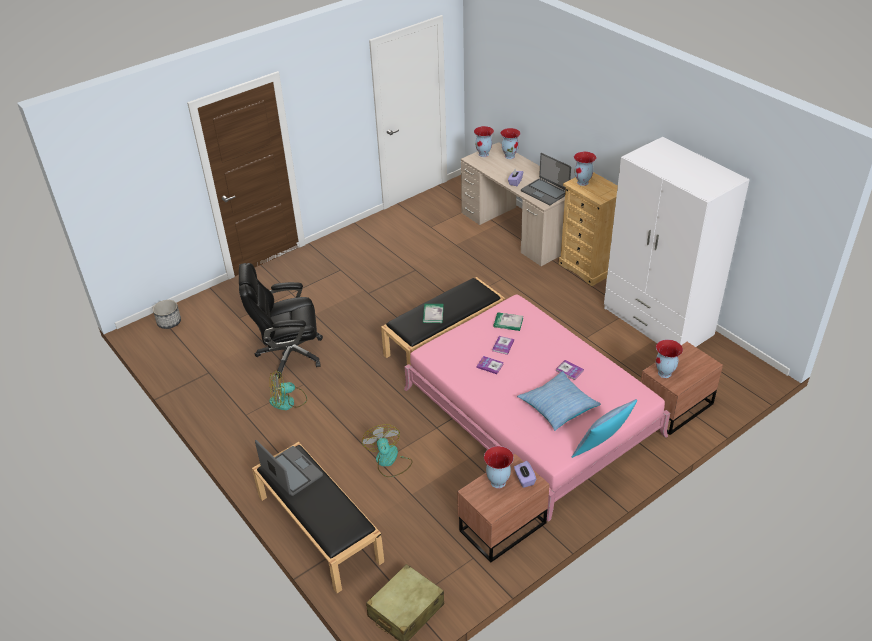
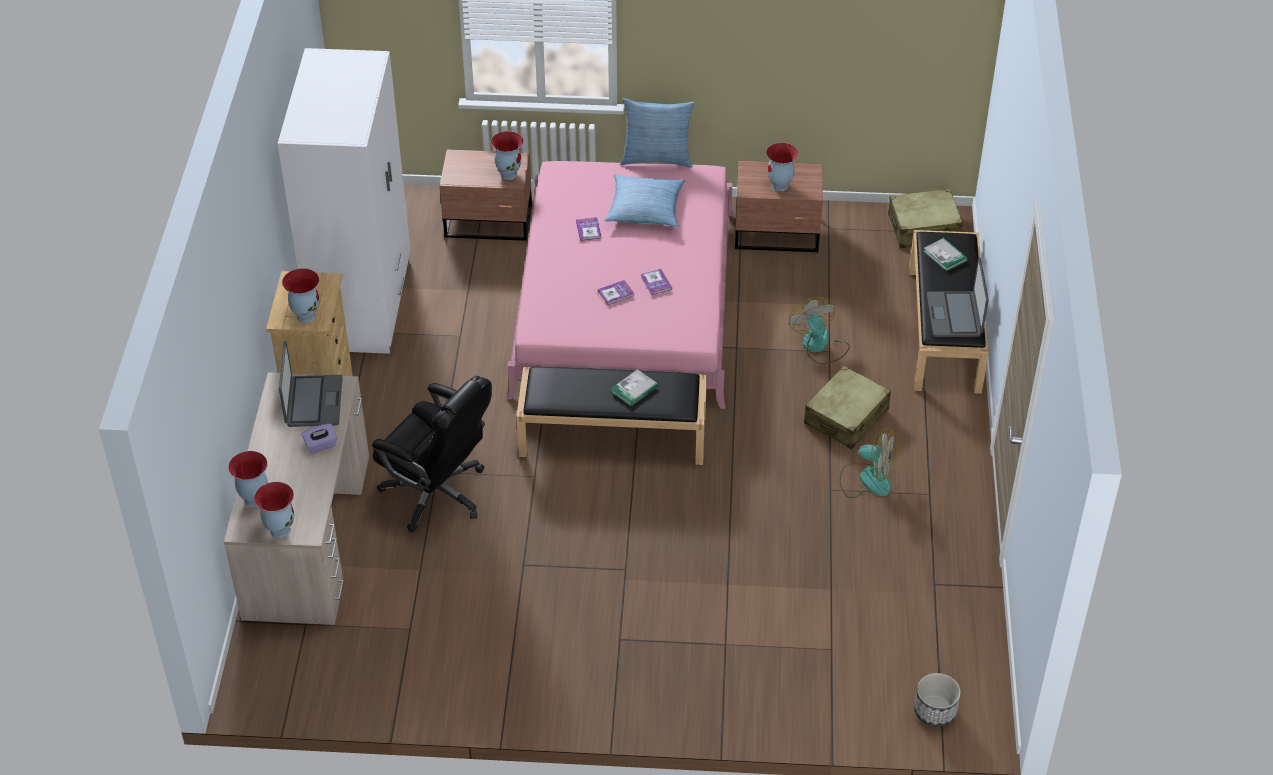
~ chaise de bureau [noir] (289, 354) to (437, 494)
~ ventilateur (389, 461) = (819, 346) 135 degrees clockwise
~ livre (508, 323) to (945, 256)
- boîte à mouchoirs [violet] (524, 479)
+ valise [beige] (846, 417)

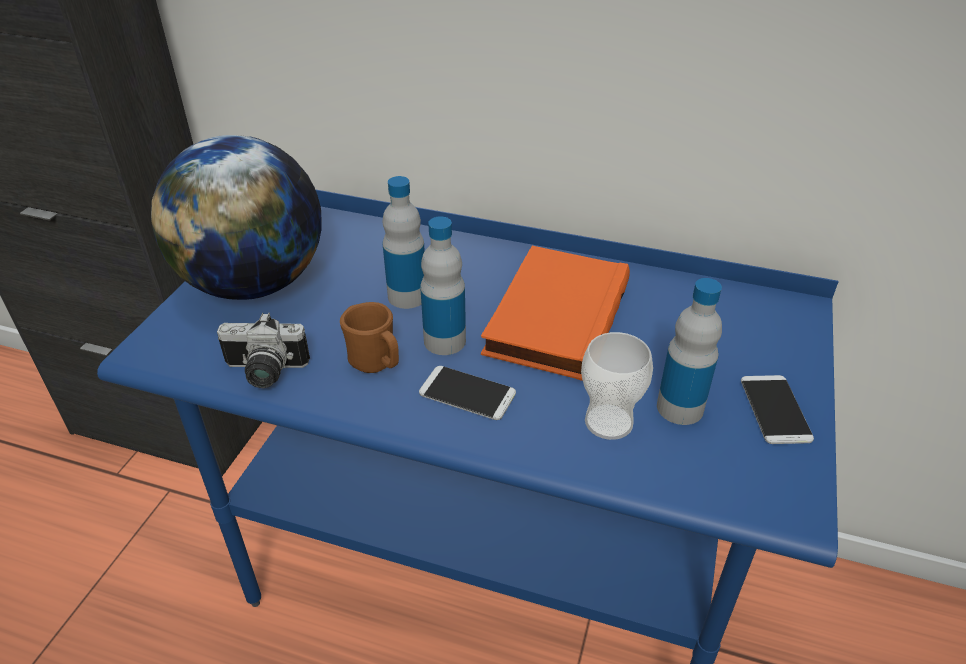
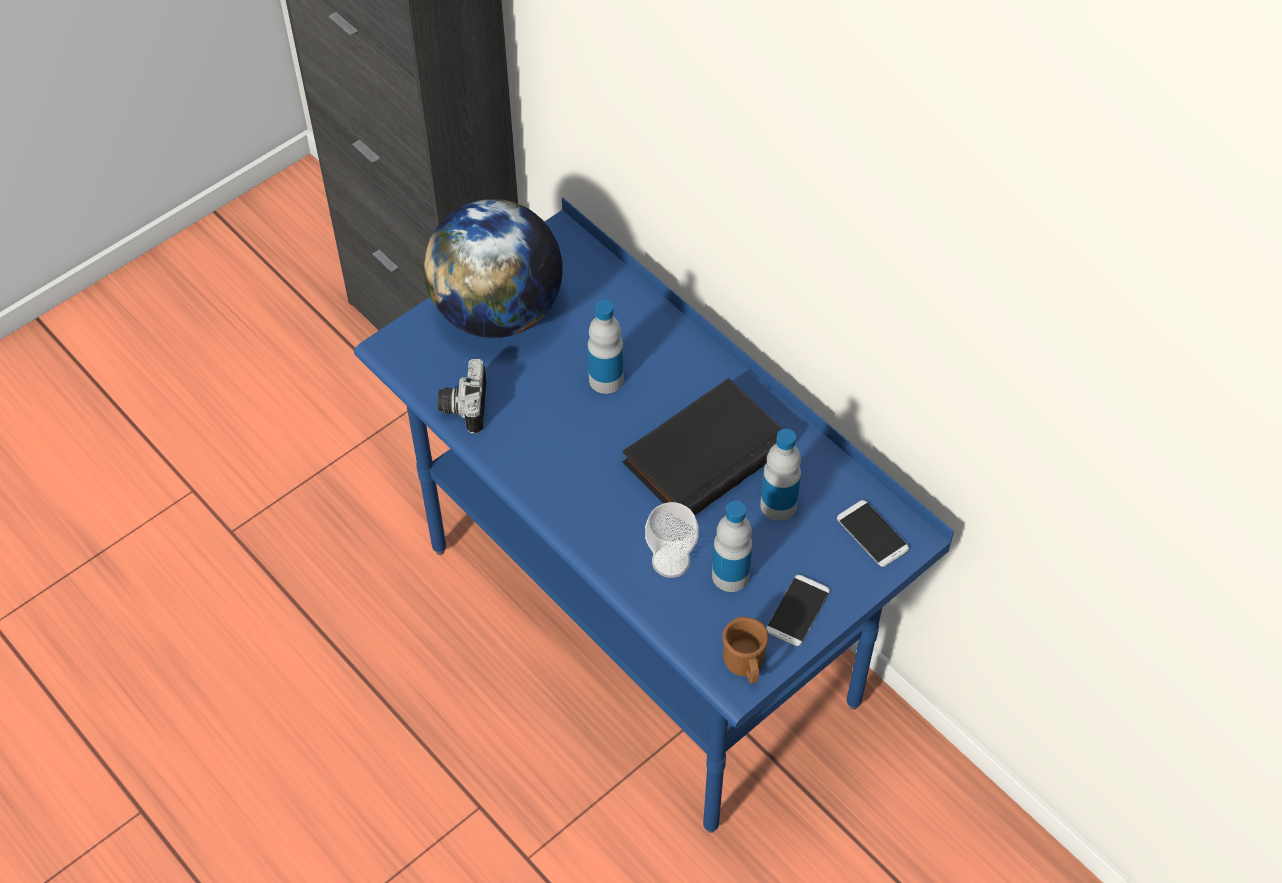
~ appareil photo (264, 373) = (463, 406) 60 degrees clockwise
~ mug [marron] (376, 364) to (745, 666)
~ téléphone (467, 393) to (872, 534)
~ bouteille (444, 341) to (778, 505)
~ livre [orange] (554, 316) to livre [noir] (704, 453)

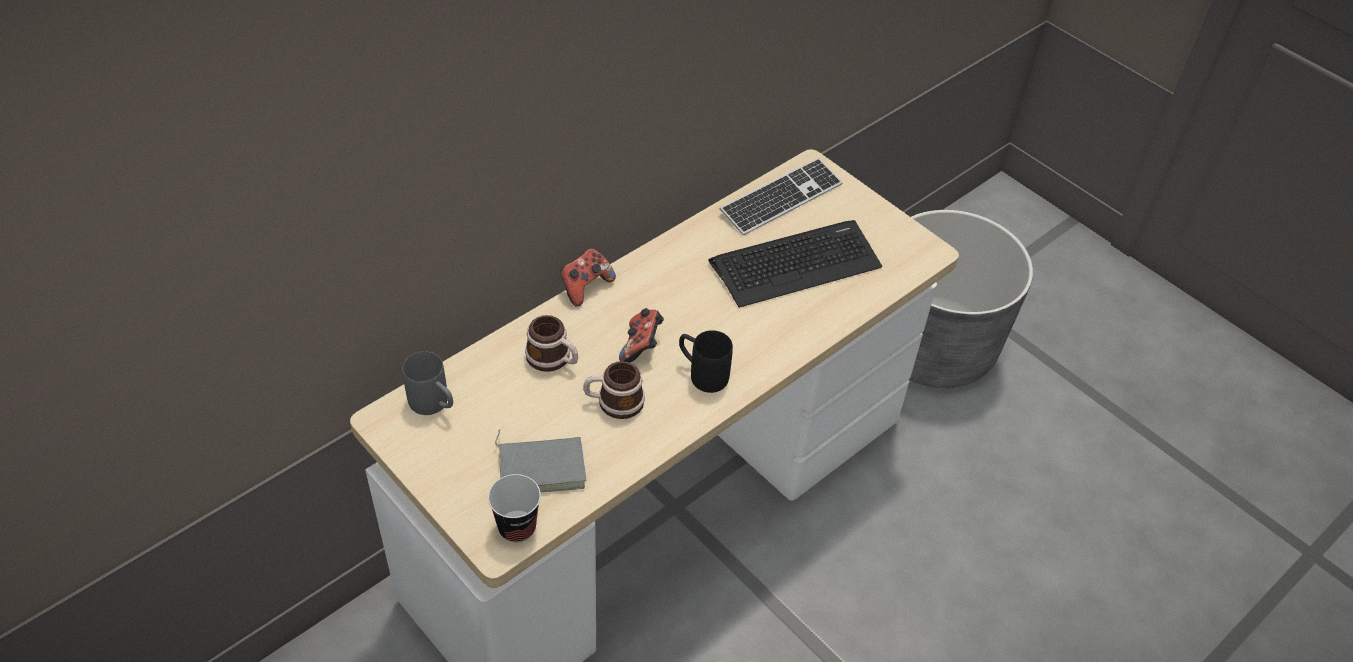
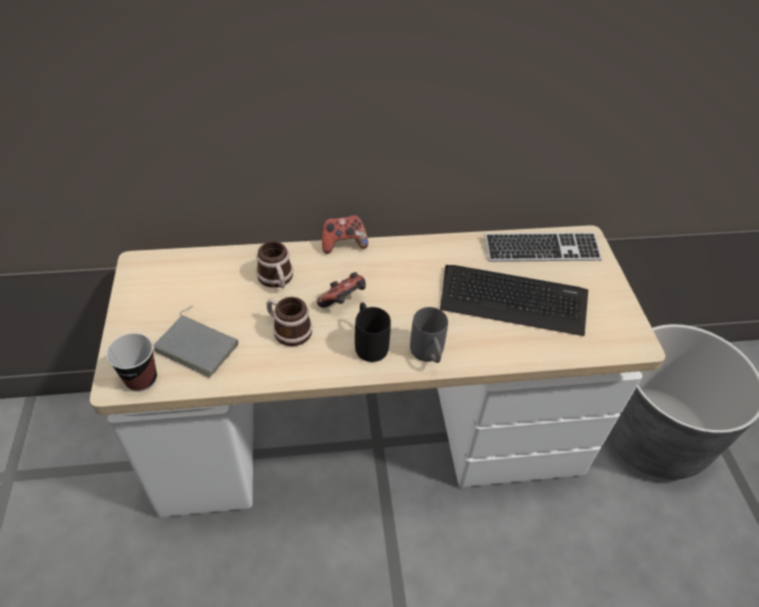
~ mug [gris] (434, 405) to (428, 355)

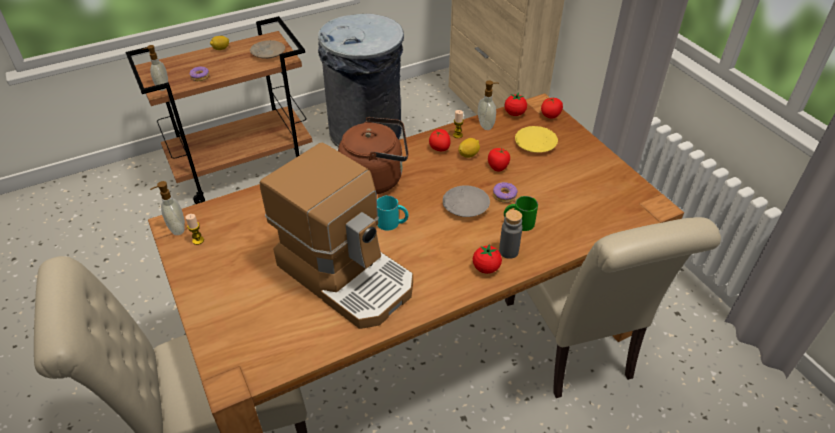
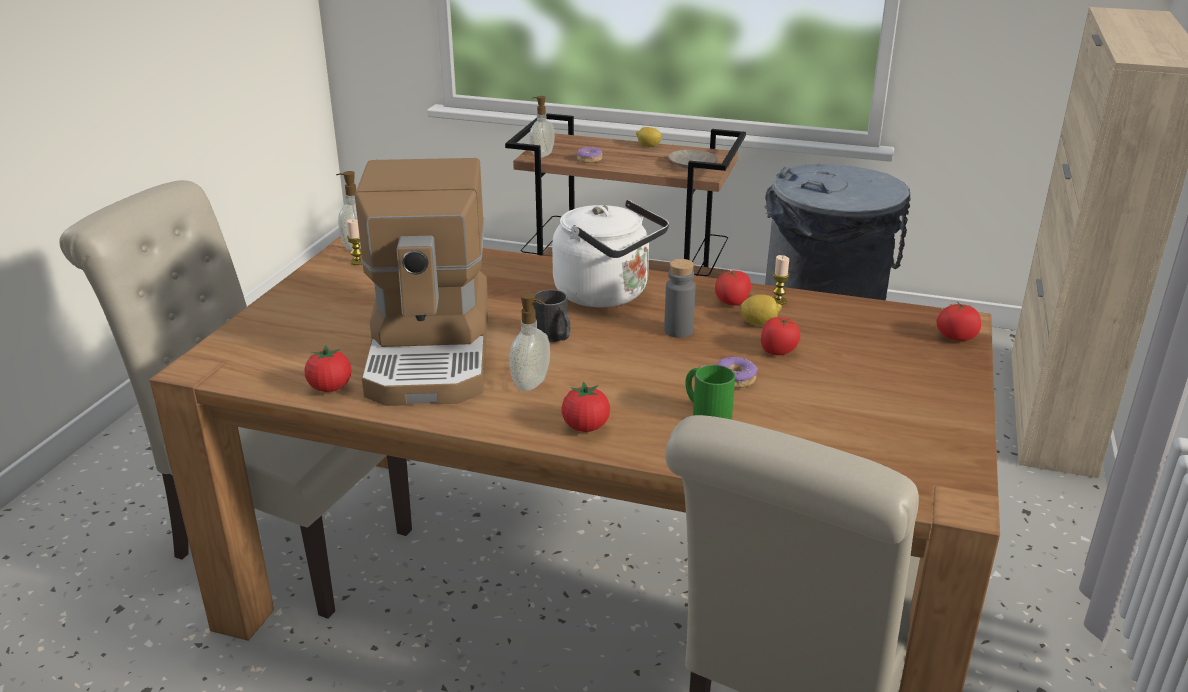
~ bouilloire [marron] (376, 178) to bouilloire [blanc] (607, 294)
~ mug [turquoise] (392, 223) to mug [noir] (555, 337)
- assiette [gris] (465, 206)
~ distributeur de savon (486, 125) to (532, 384)
~ bouteille [gris] (508, 251) to (678, 331)
~ tomate (514, 113) to (330, 388)
- assiette [jaune] (536, 144)

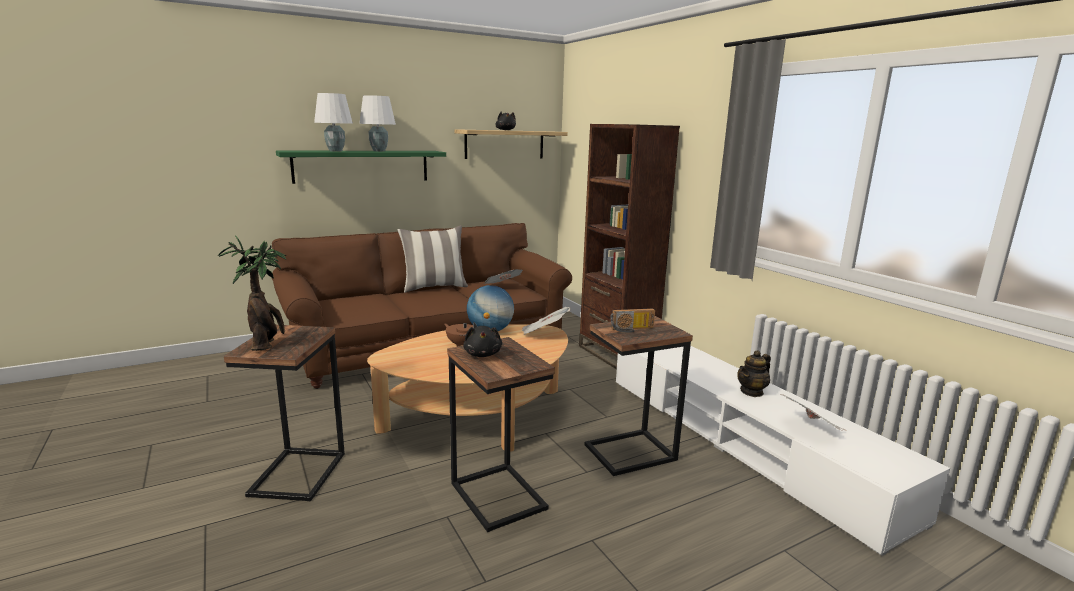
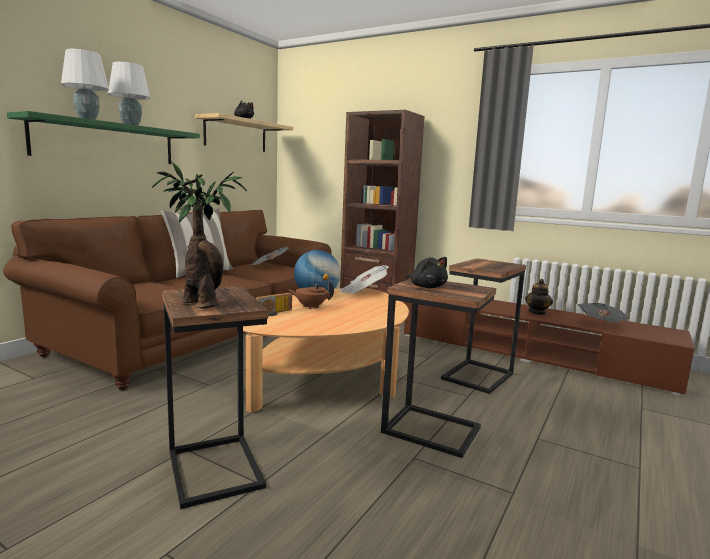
~ radio (632, 330) to (275, 313)
~ meuble télé [blanc] (742, 441) to meuble télé [marron] (531, 354)

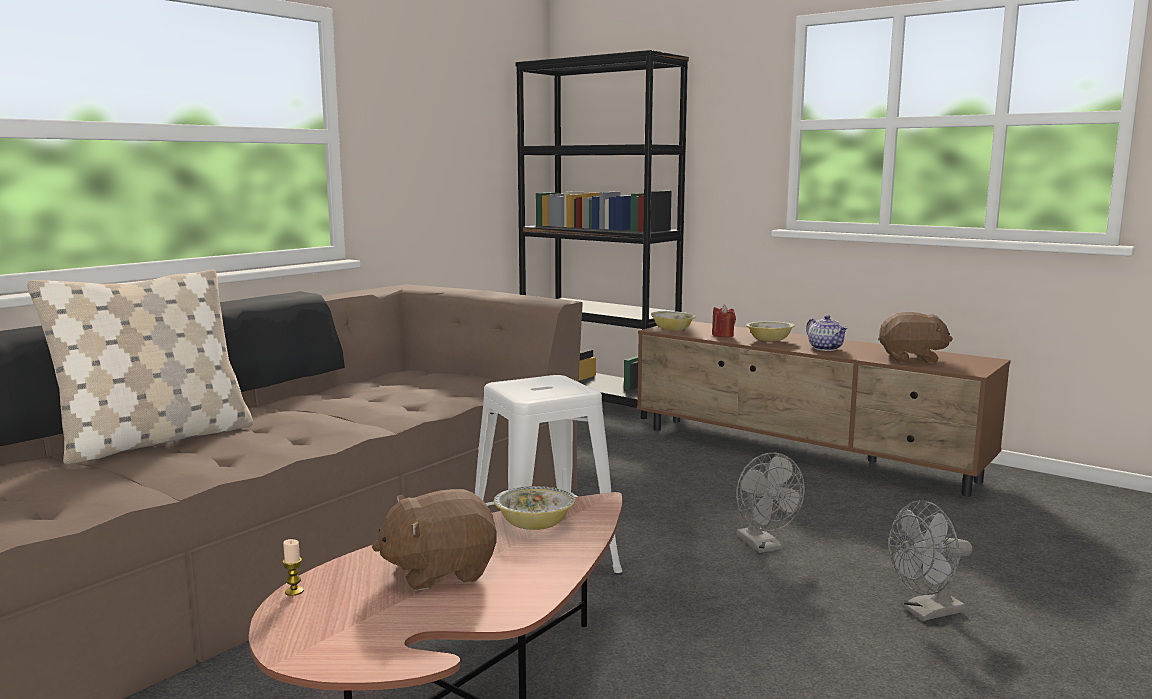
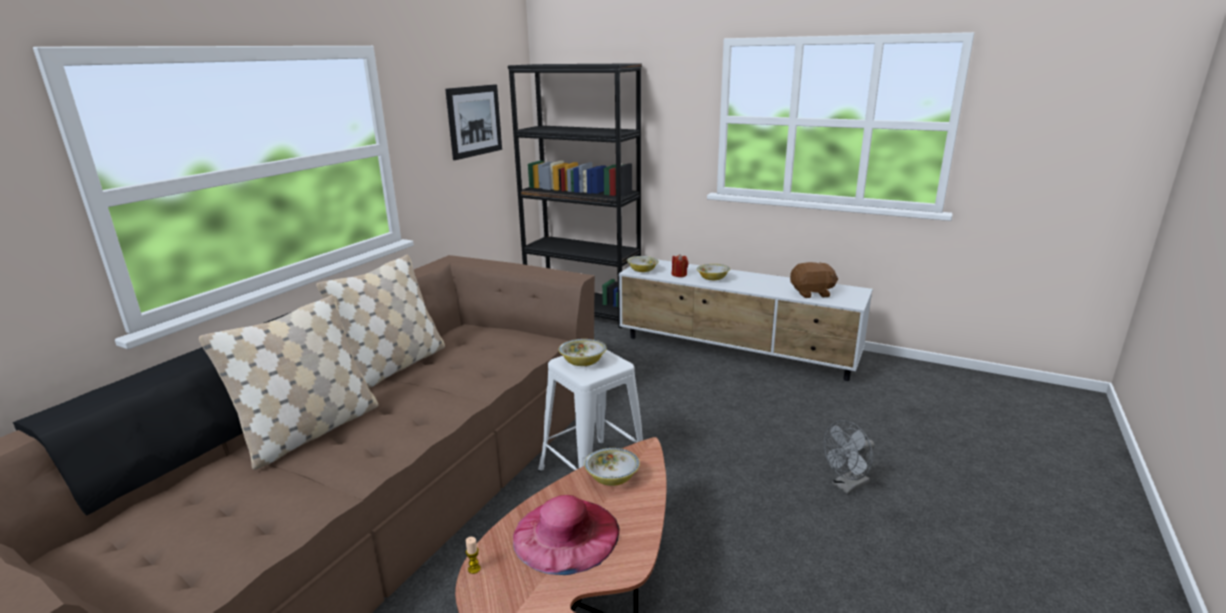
~ peluche [marron] (439, 571) to chapeau [rose] (566, 534)
~ meuble télé [marron] (804, 454) to meuble télé [blanc] (737, 352)
- ventilateur [gris] (763, 546)
- théière (825, 348)
+ coussin [beige] (395, 366)
+ tableau (474, 121)
+ bol (583, 362)

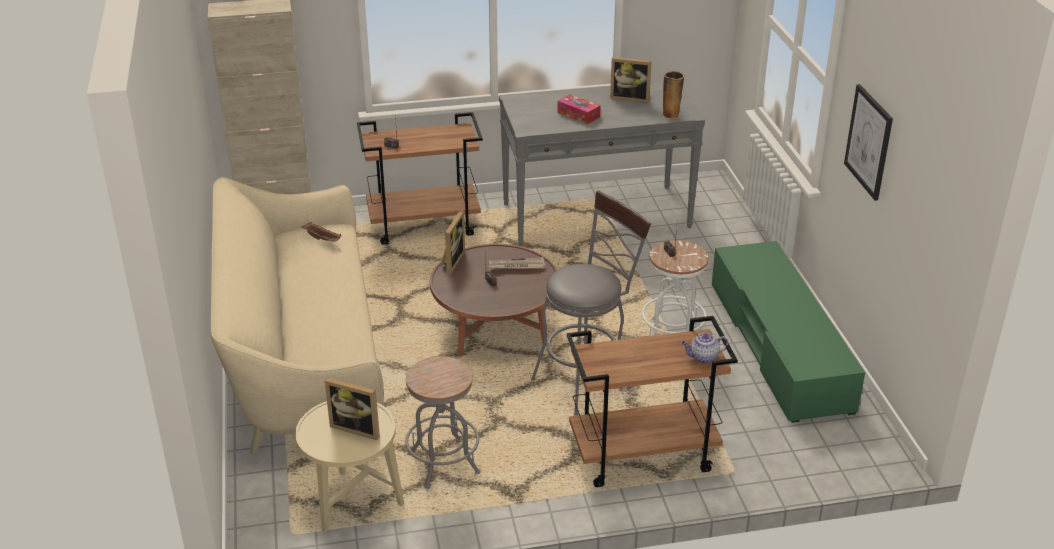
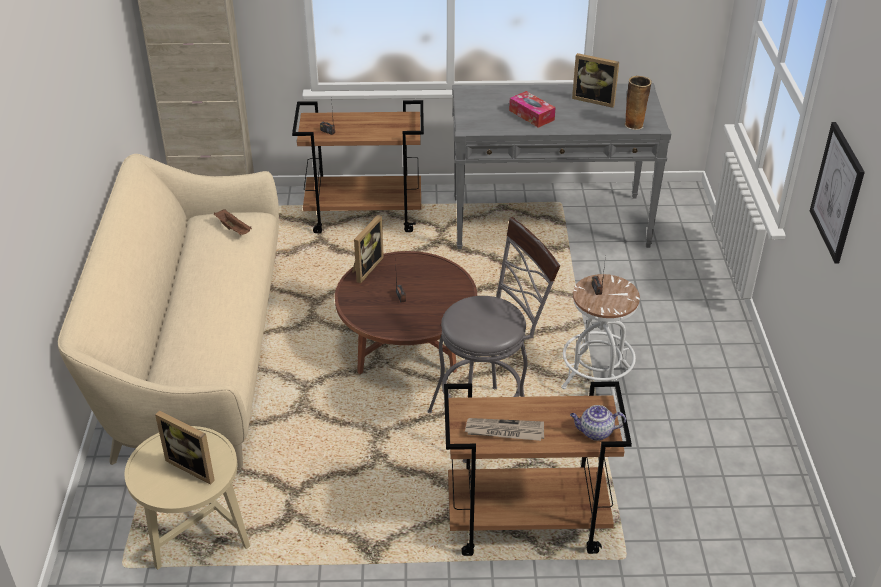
- tabouret [gris] (443, 463)
~ journal (516, 266) to (504, 431)
- meuble télé [vert] (779, 346)

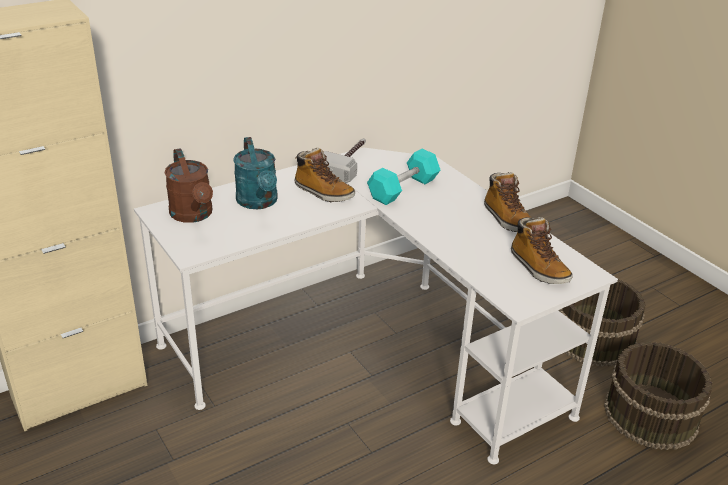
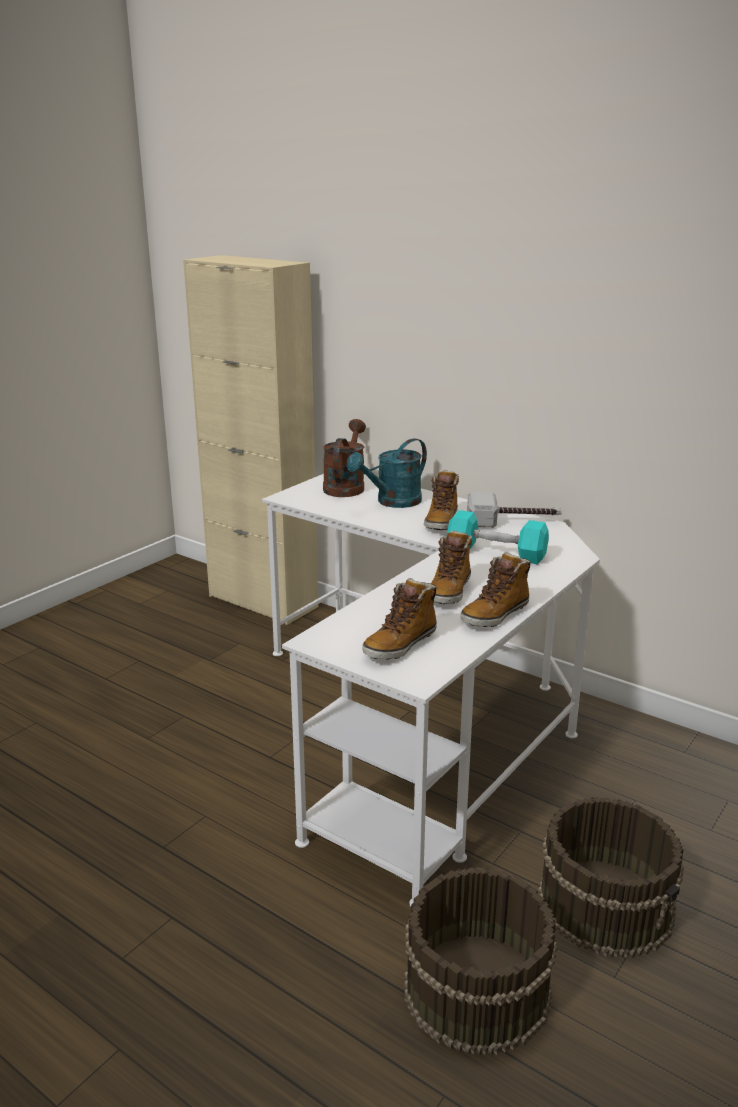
~ arrosoir [marron] (194, 215) = (345, 486) 150 degrees clockwise
+ botte (449, 591)

